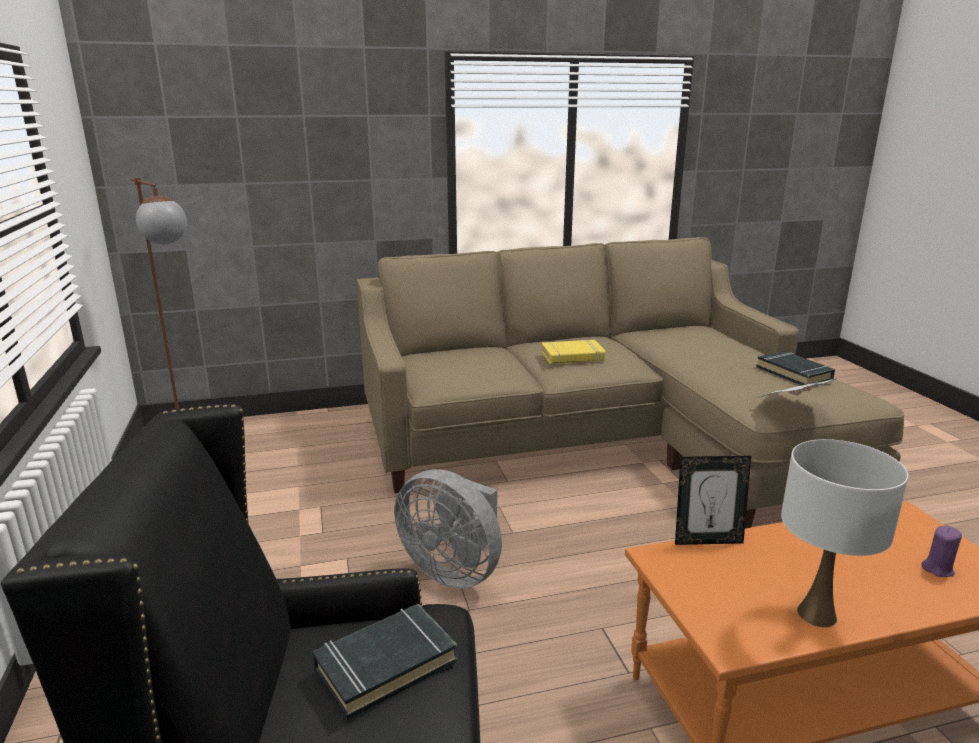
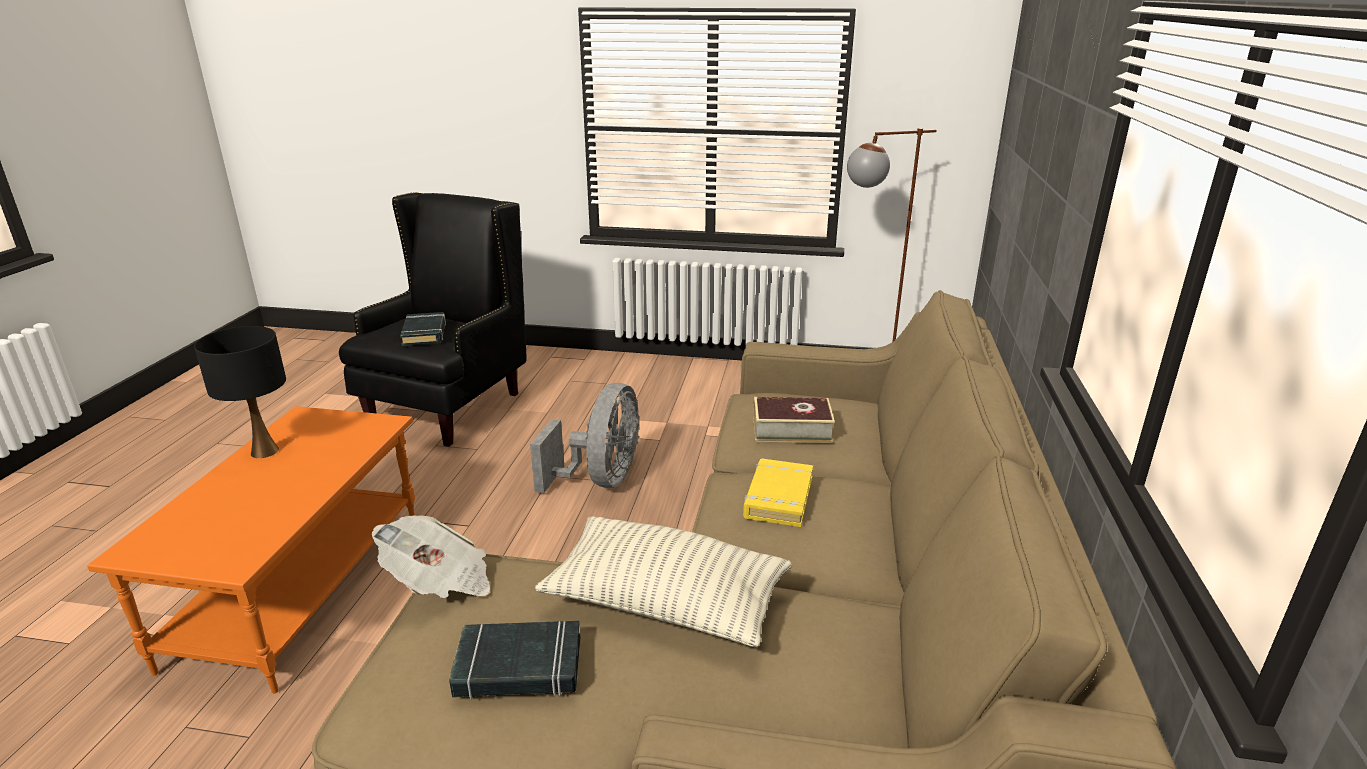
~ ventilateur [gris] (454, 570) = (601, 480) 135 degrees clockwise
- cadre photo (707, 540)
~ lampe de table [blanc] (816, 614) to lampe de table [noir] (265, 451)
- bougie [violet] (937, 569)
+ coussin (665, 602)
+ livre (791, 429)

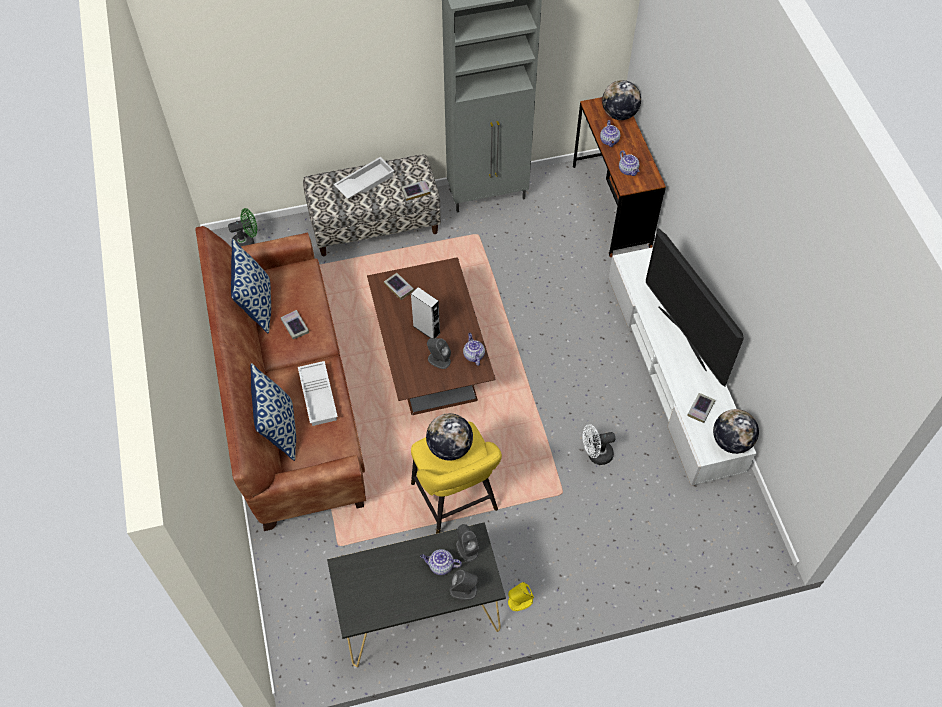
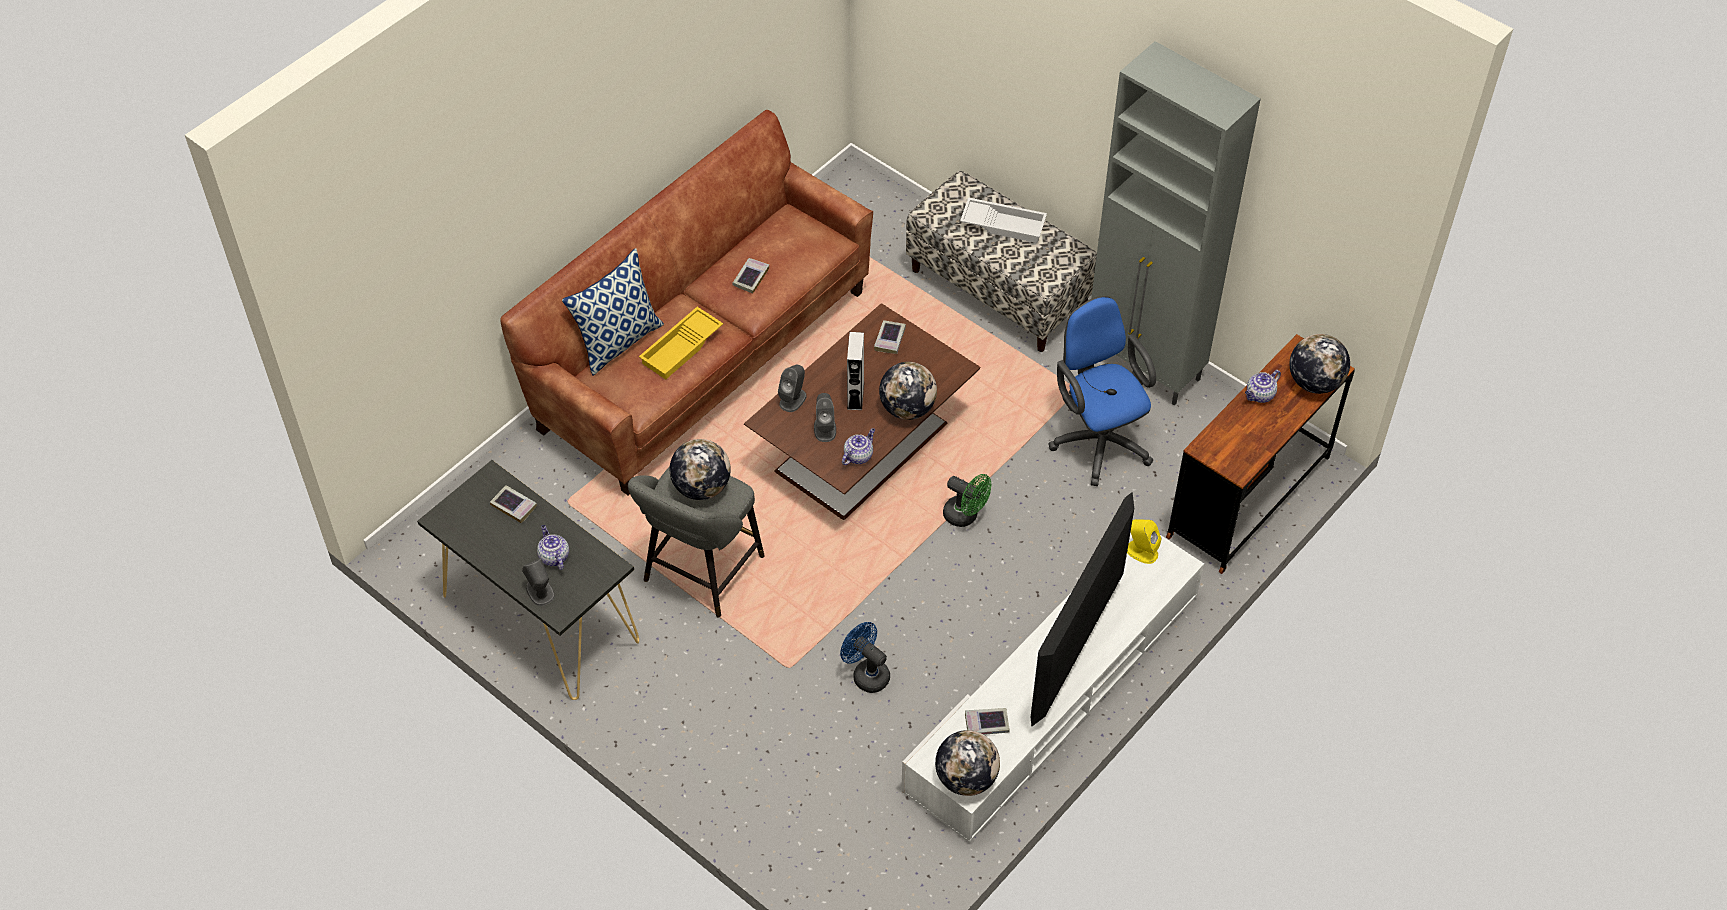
~ ventilateur [vert] (247, 243) to (965, 516)
- coussin (256, 305)
~ plateau [blanc] (319, 396) to plateau [jaune] (682, 348)
~ livre (416, 191) to (514, 506)
~ tabouret [jaune] (456, 500) to tabouret [gris] (700, 573)
~ enceinte [gris] (467, 548) to (793, 399)
~ enceinte [jaune] (520, 601) to (1141, 551)
~ ventilateur [blanc] (596, 455) to ventilateur [bleu] (866, 674)
- théière (628, 170)
+ globe (907, 408)
+ chaise de bureau [bleu] (1098, 439)

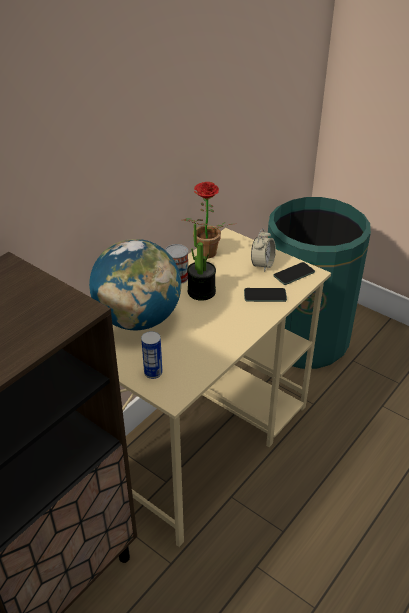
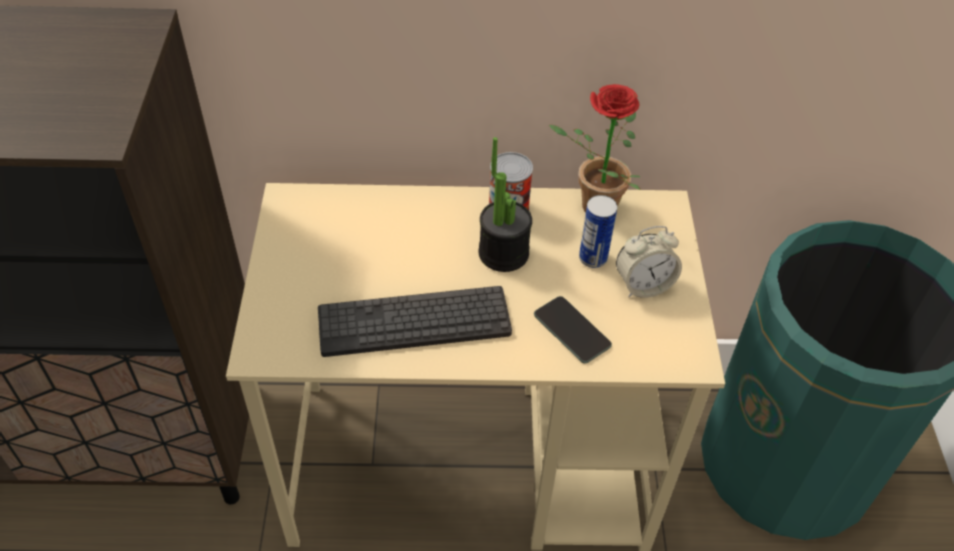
- globe (138, 319)
~ boîte métallique (153, 373) to (593, 258)
- téléphone (294, 274)
+ clavier (414, 322)

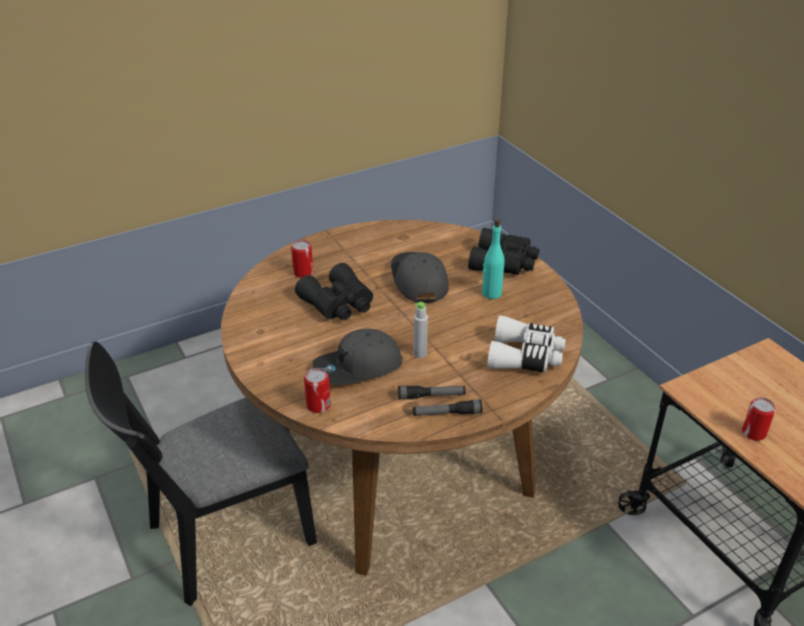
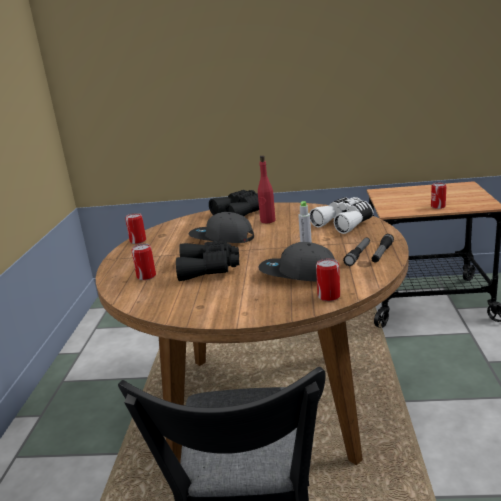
~ casquette [gris] (358, 368) = (298, 274) 105 degrees clockwise
~ bouteille [turquoise] (491, 293) to bouteille [rouge] (267, 221)
+ boîte métallique (138, 241)

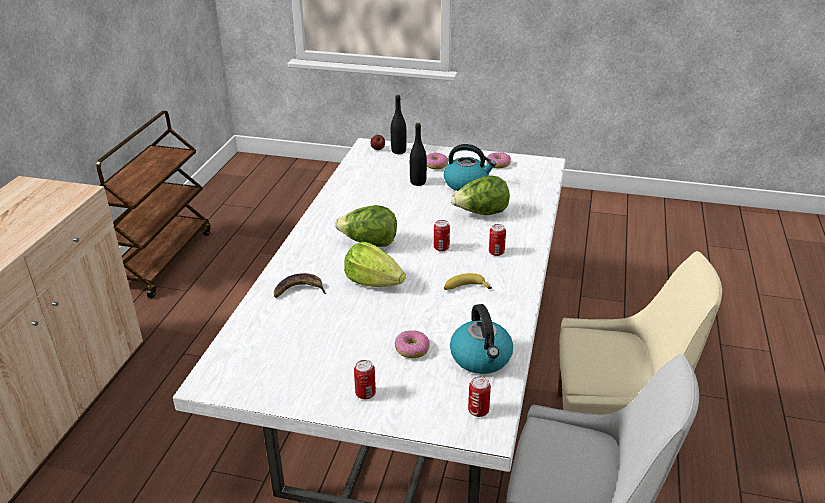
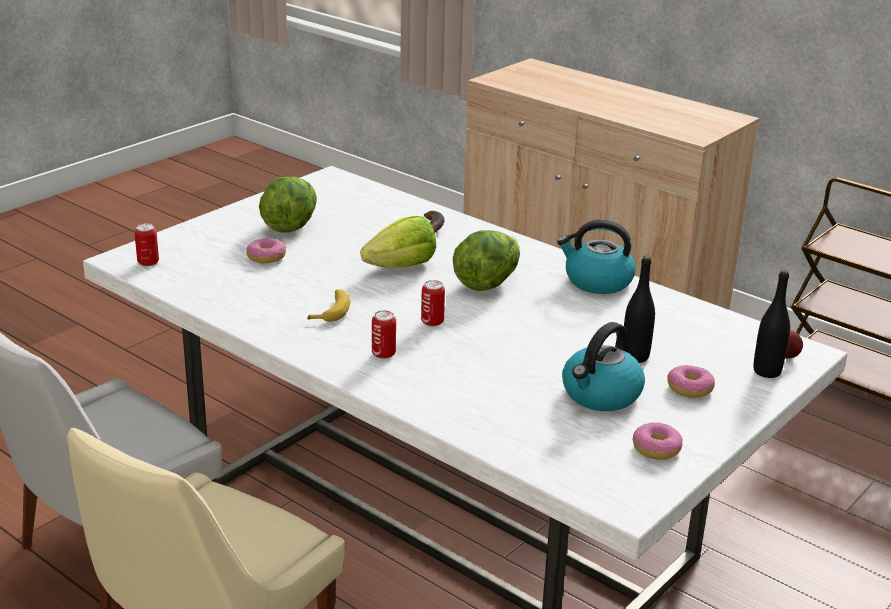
- boîte métallique (365, 393)
~ bouilloire (481, 358) to (597, 281)
~ laitue (481, 213) to (290, 225)

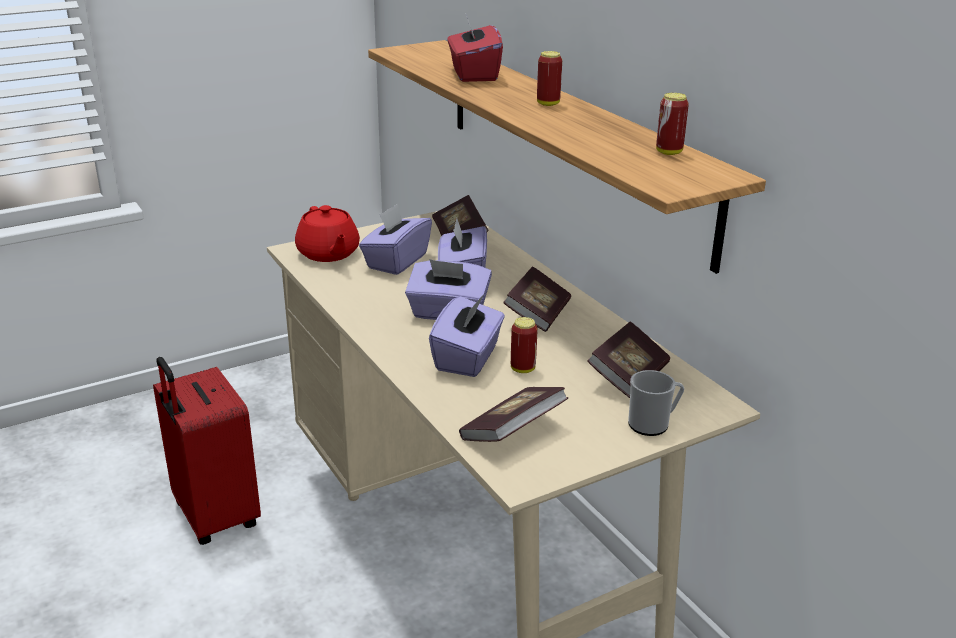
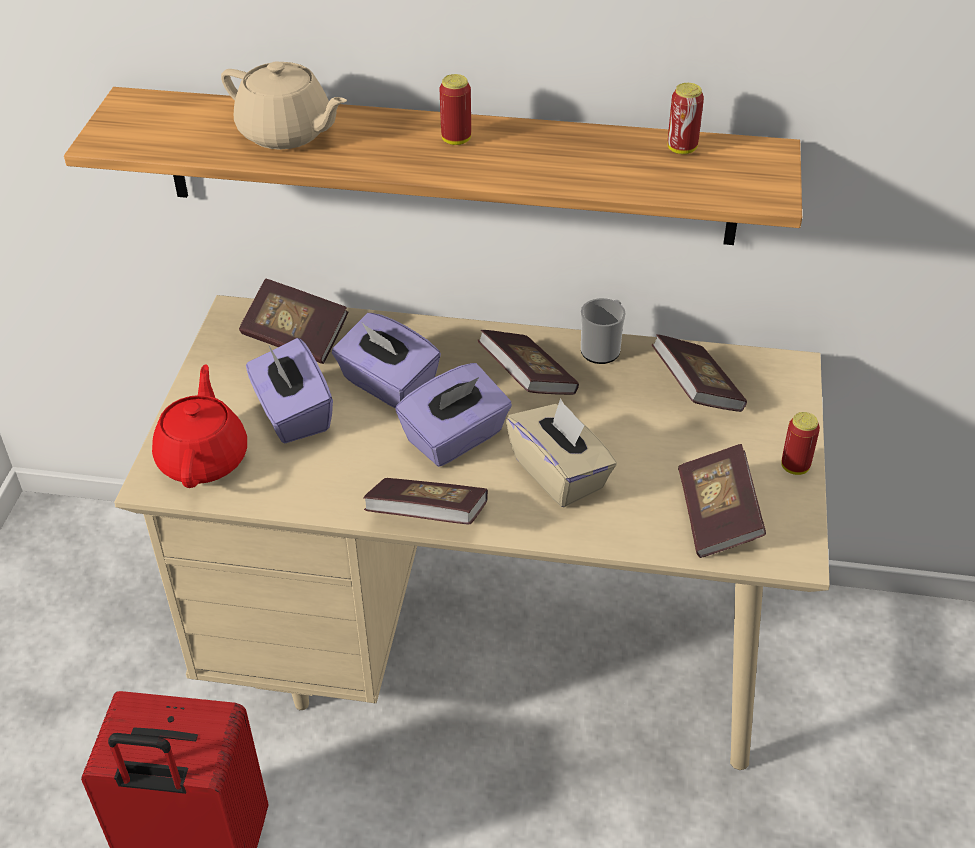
~ théière [rouge] (328, 254) = (204, 458) 105 degrees counterclockwise
~ boîte à mouchoirs [violet] (468, 358) to boîte à mouchoirs [beige] (560, 474)
~ boîte à mouchoirs [rouge] (473, 74) to théière [beige] (286, 133)
~ boîte métallique (523, 369) to (795, 466)
~ mug (653, 424) to (602, 348)
+ livre (427, 516)

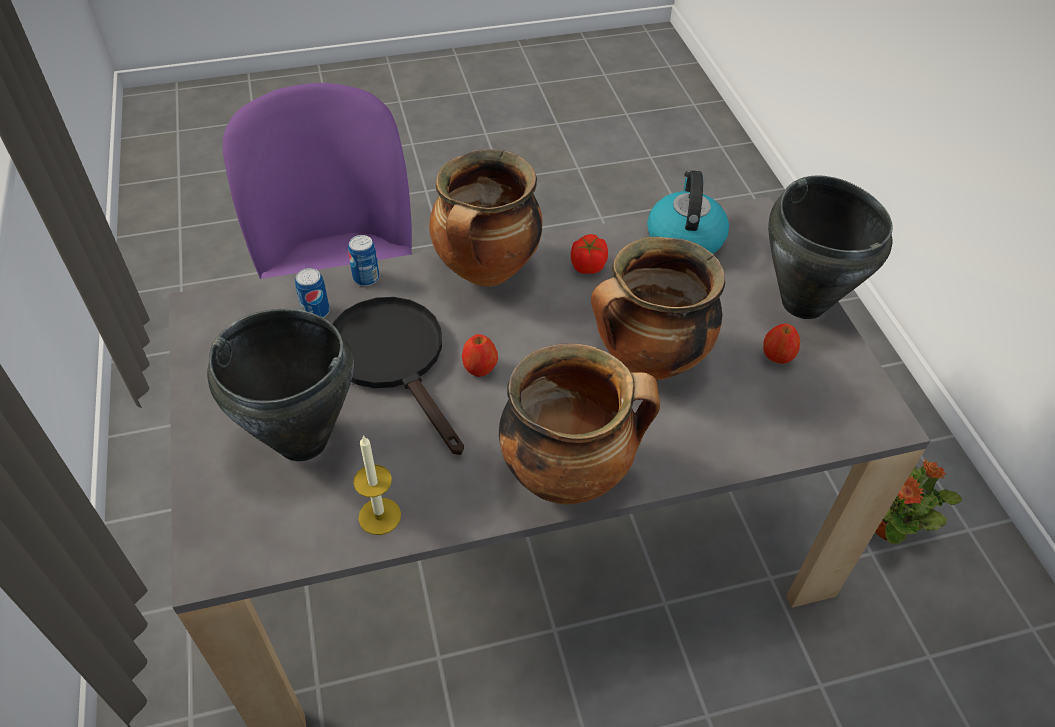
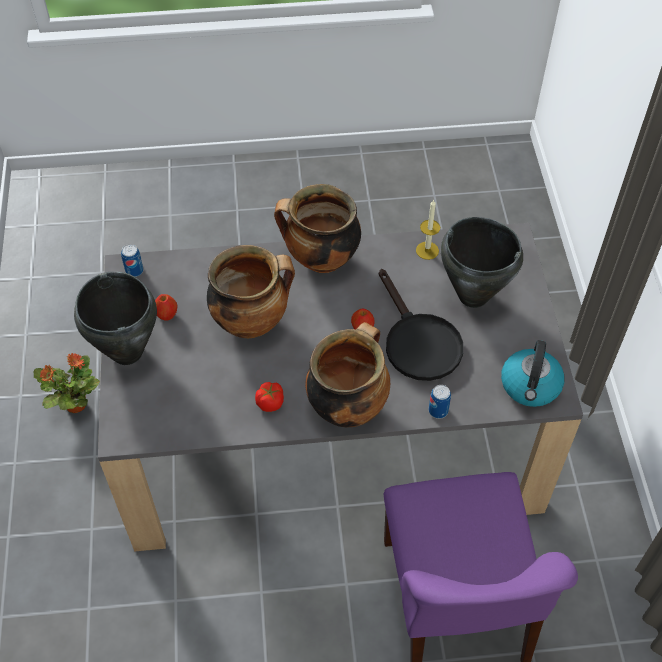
~ boîte métallique (316, 311) to (134, 271)
~ bouilloire (684, 238) to (530, 386)

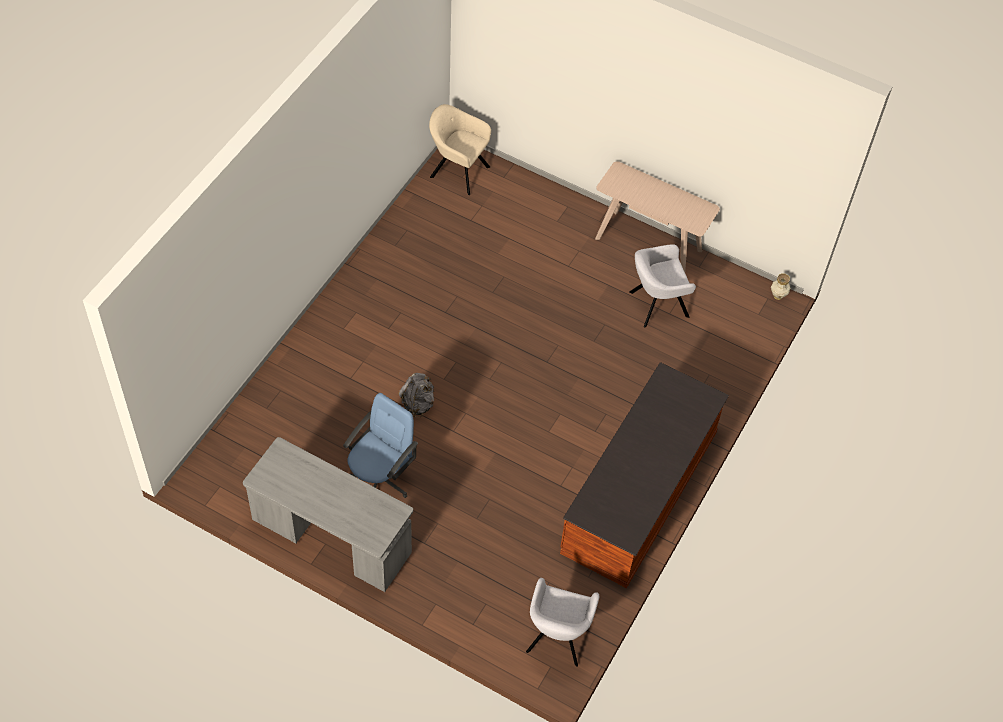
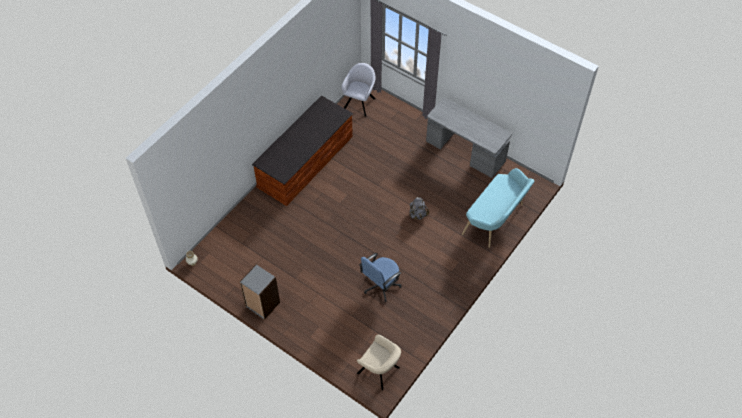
~ chaise de bureau [bleu] (380, 478) to (380, 285)
~ table console [beige] (649, 244) to bibliothèque [gris] (262, 304)
- fauteuil [gris] (656, 305)
+ banc [turquoise] (495, 220)

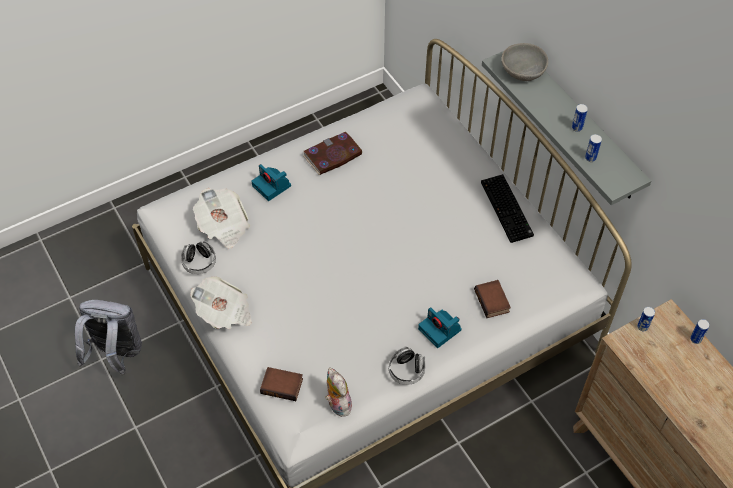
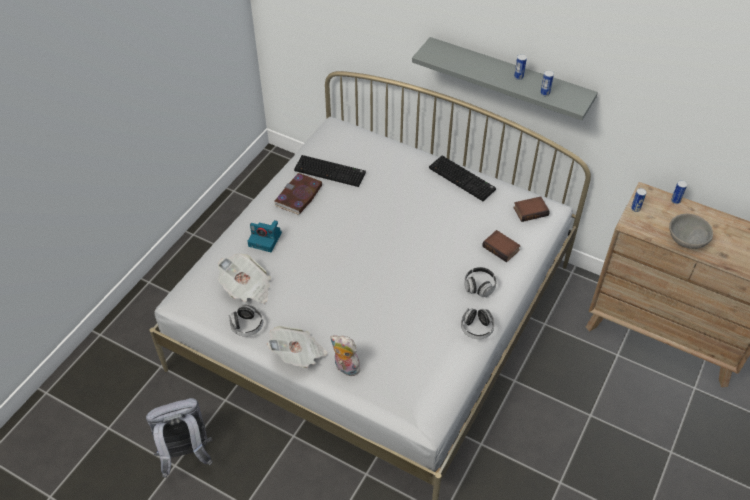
~ livre (282, 385) to (530, 210)
~ peluche (337, 404) to (345, 368)
~ appareil photo (440, 330) to casque audio (479, 286)
~ bol [gris] (523, 72) to (687, 240)
+ clavier (331, 171)

